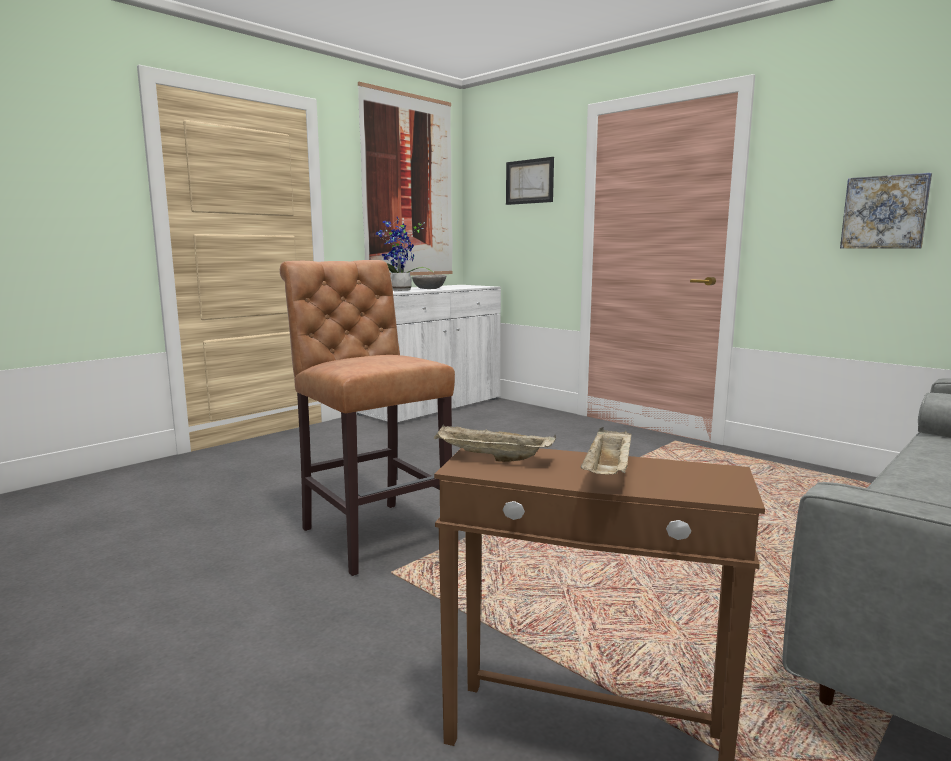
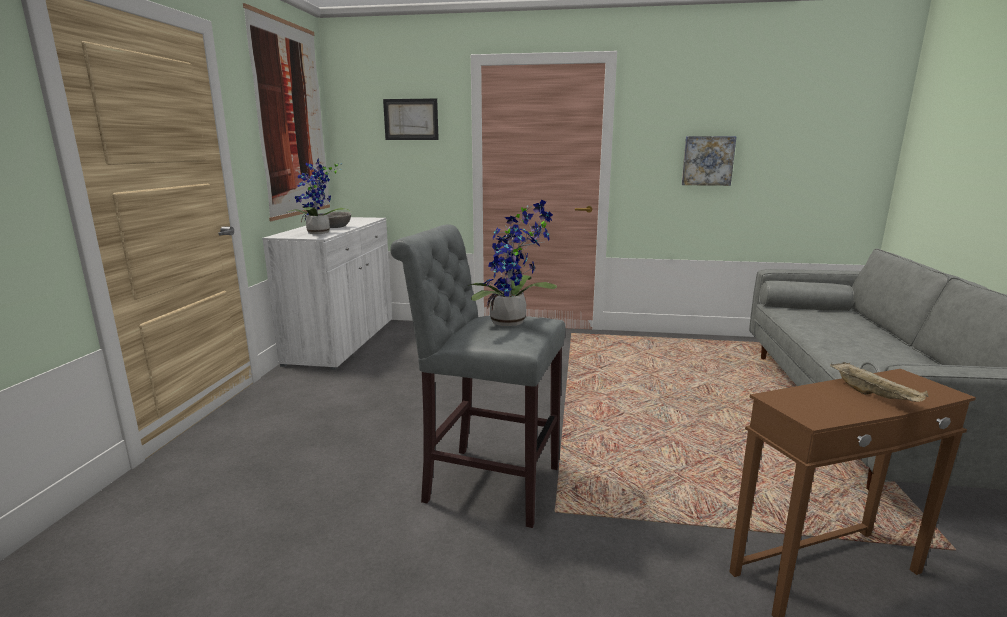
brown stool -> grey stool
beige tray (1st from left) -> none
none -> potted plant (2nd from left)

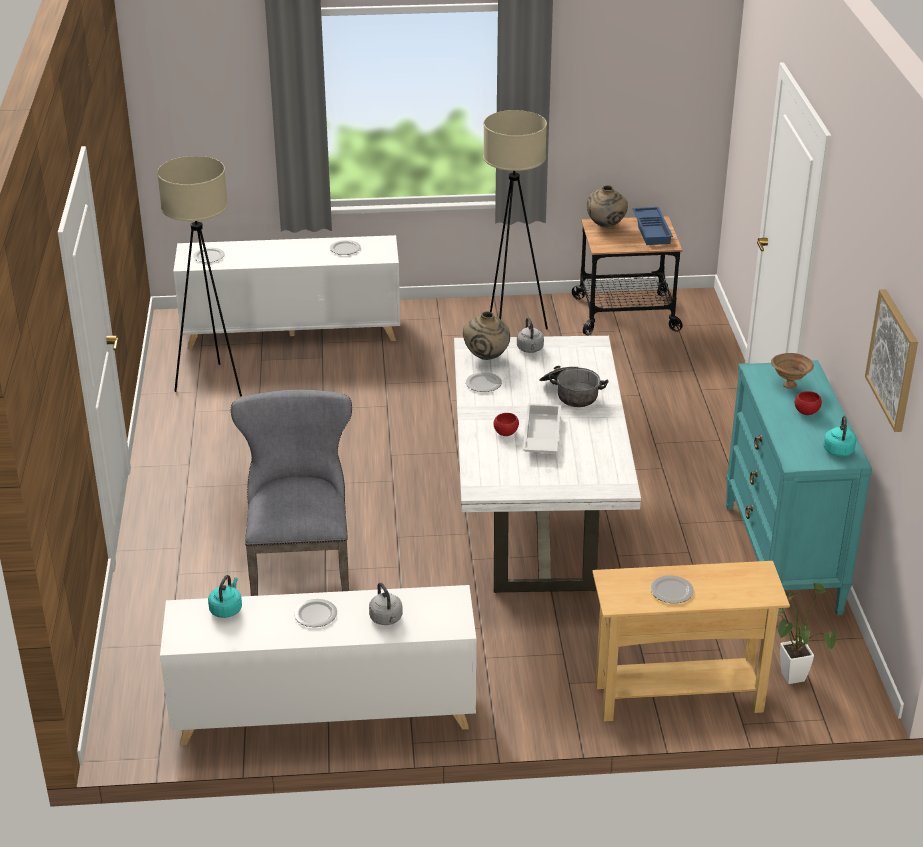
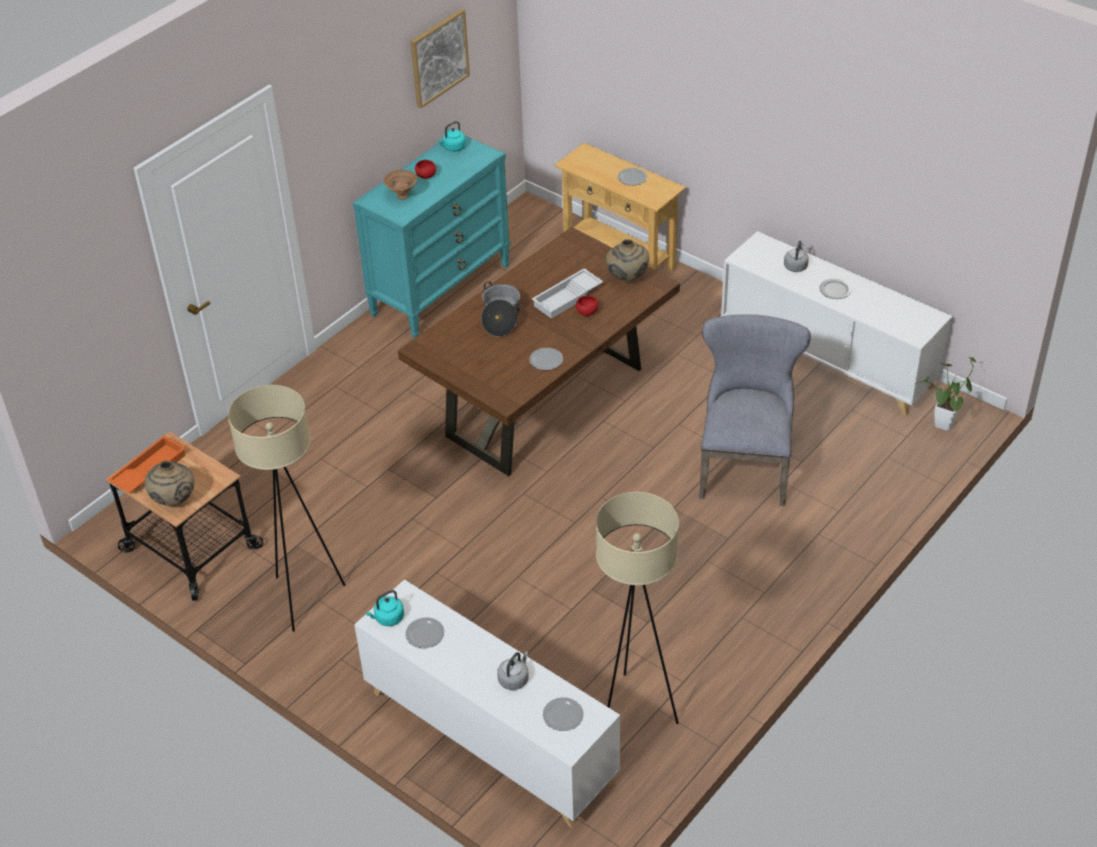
turquoise kettle (1st from left), moved
grey chair, 150 degrees clockwise
white dining table -> brown dining table
beige vase (1st from left in the first image) -> beige vase (2nd from left), moved
grey kettle (2nd from left in the first image) -> grey kettle (1st from left), moved
blue tray -> orange tray
potted plant, moved

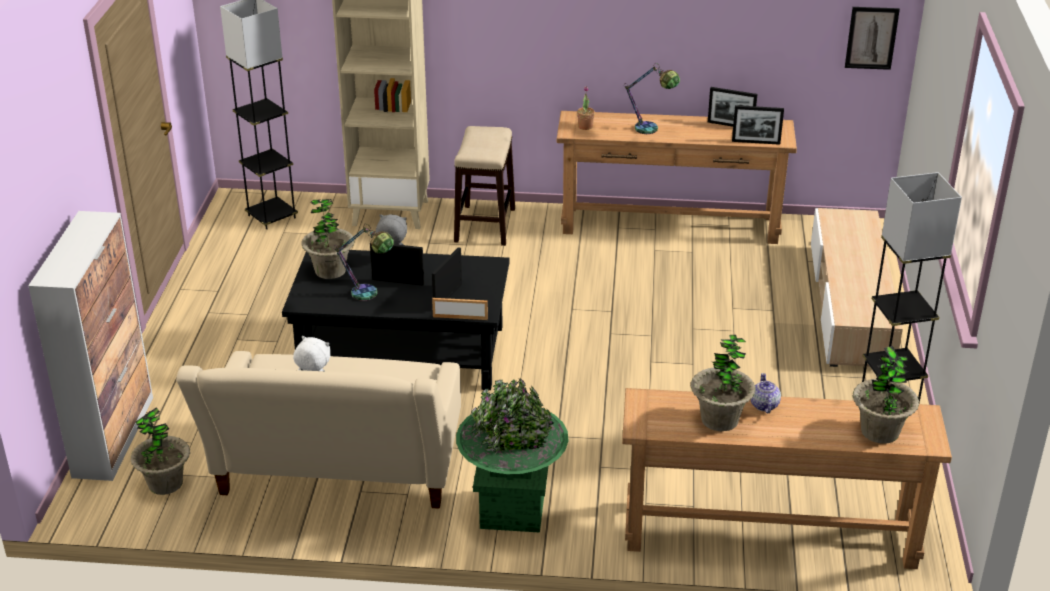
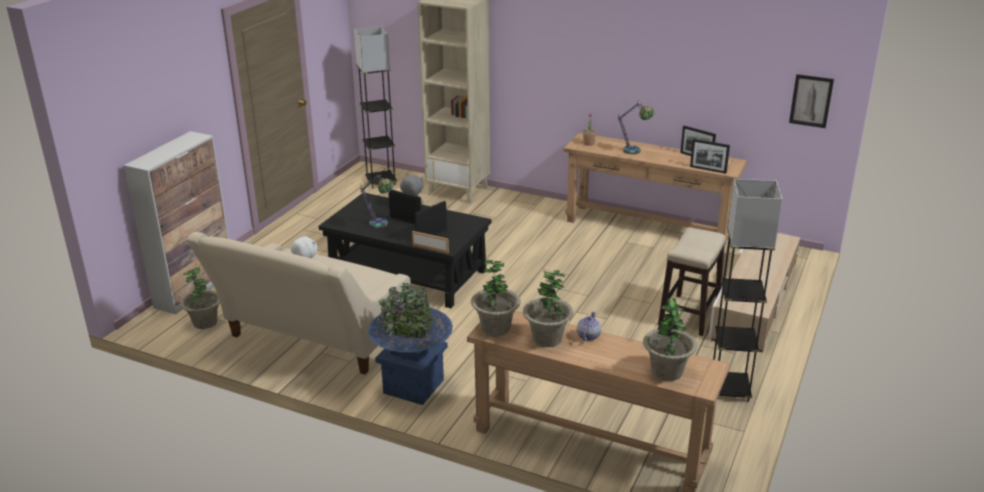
potted plant (2nd from left), moved
stool, moved
green planter -> blue planter

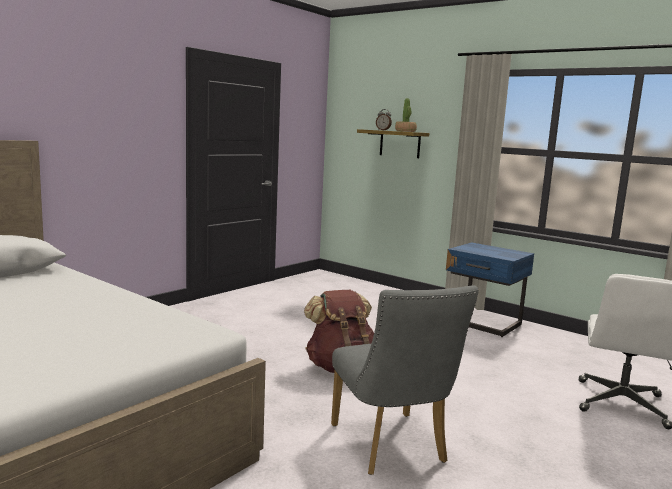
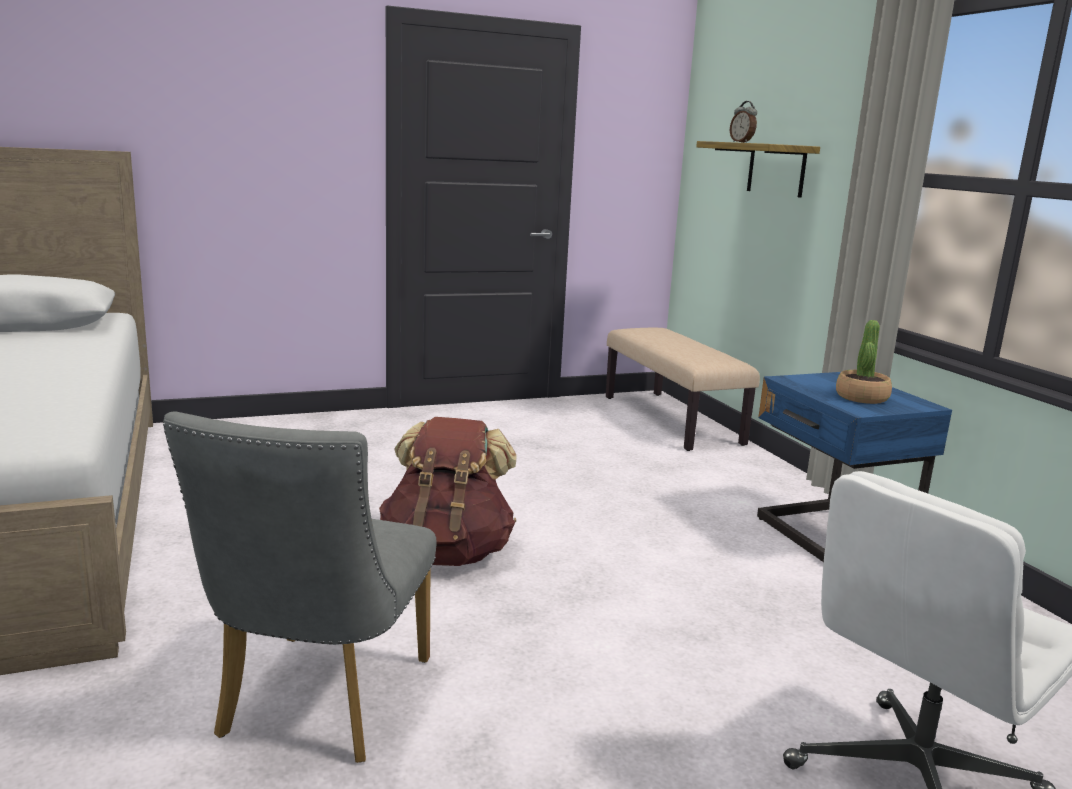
potted plant, moved
none -> beige bench

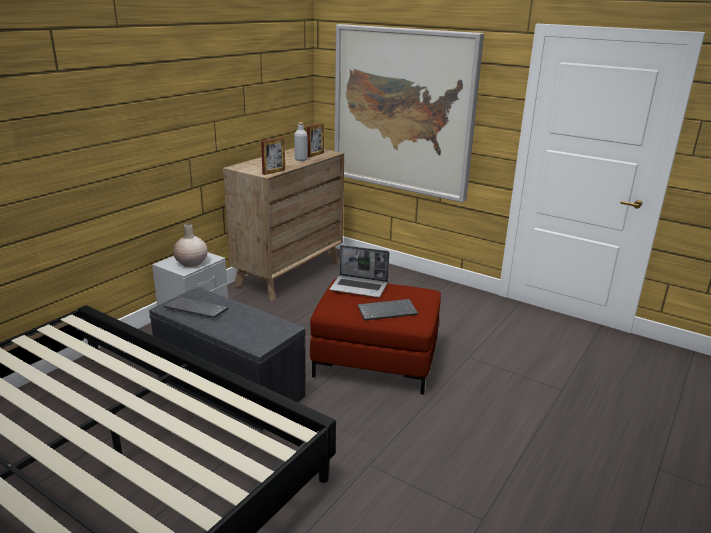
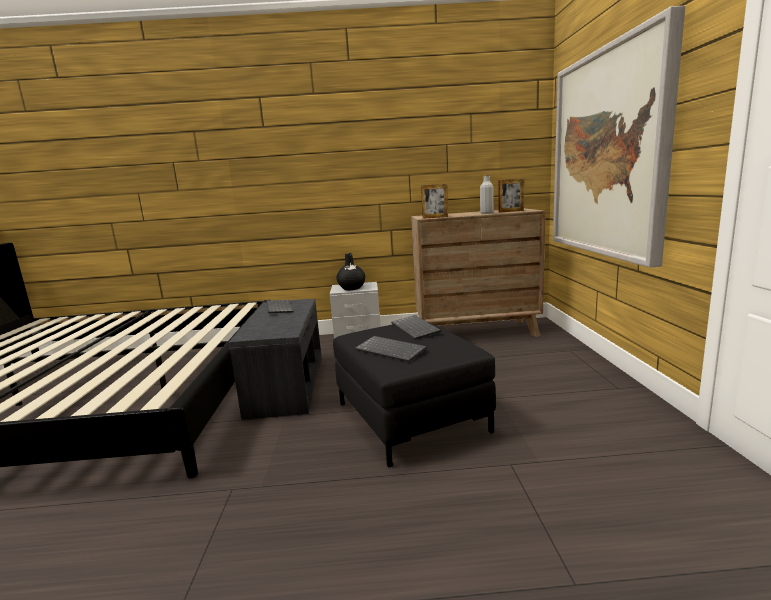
beige vase -> black vase
red ottoman -> black ottoman
laptop -> keyboard (3rd from left)

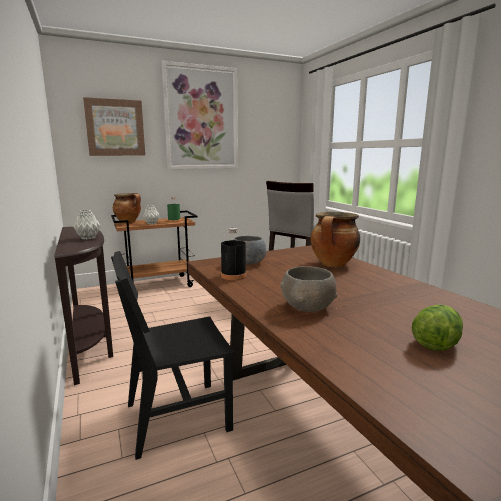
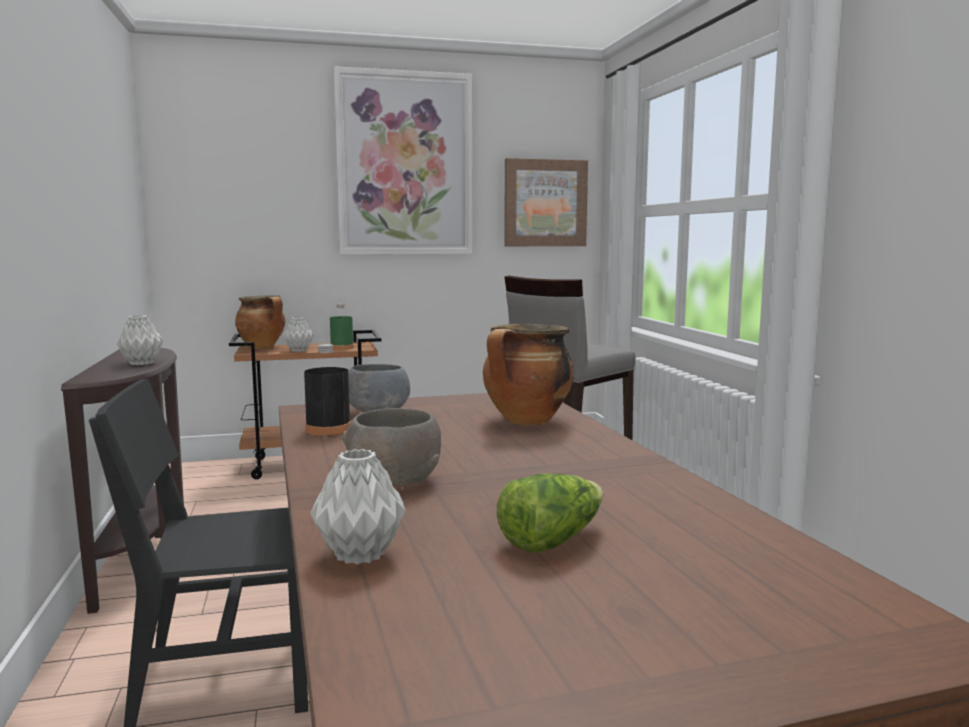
picture (1st from left in the first image) -> picture (2nd from left), moved
none -> grey vase (3rd from left)

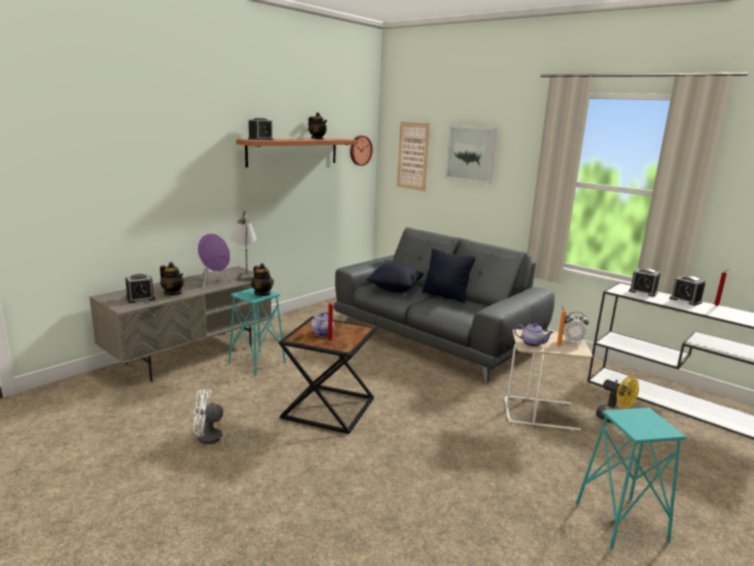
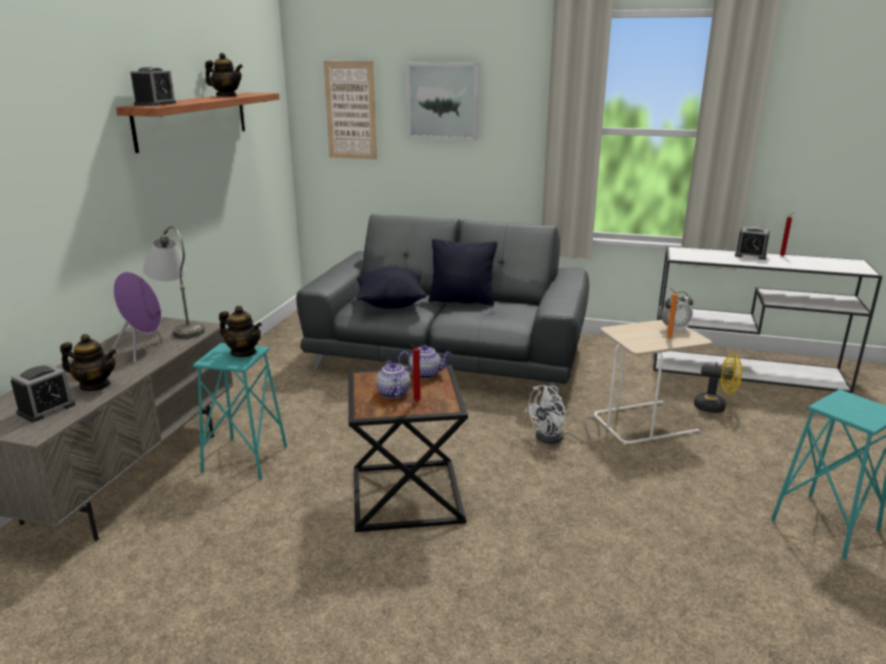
white fan, moved
wall clock -> none
teapot (5th from left), moved
alarm clock (4th from left) -> none

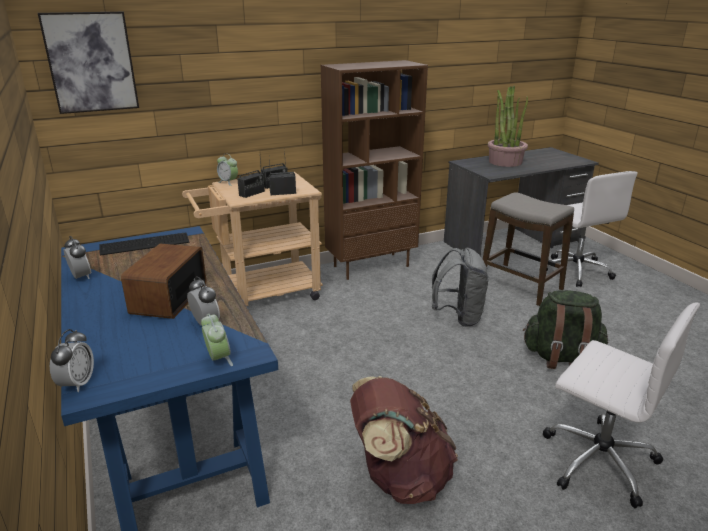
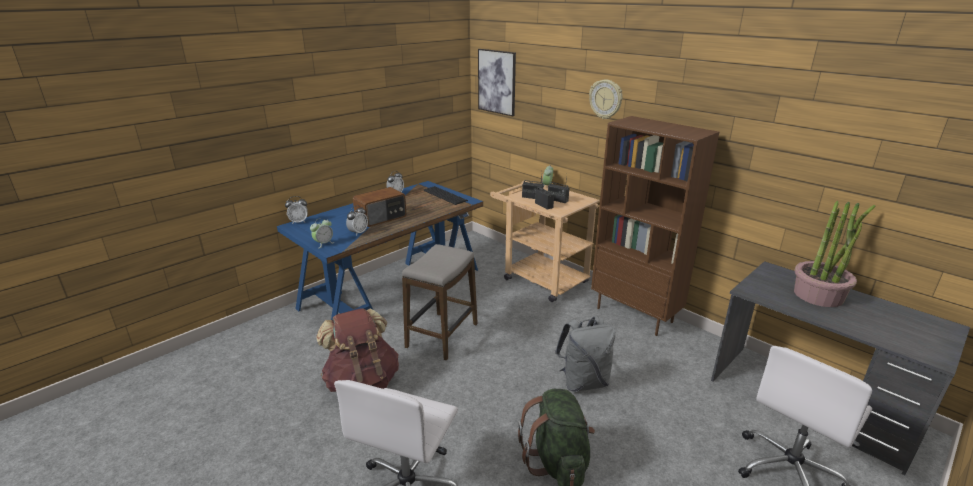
radio (1st from left), 150 degrees clockwise
stool, moved
none -> wall clock

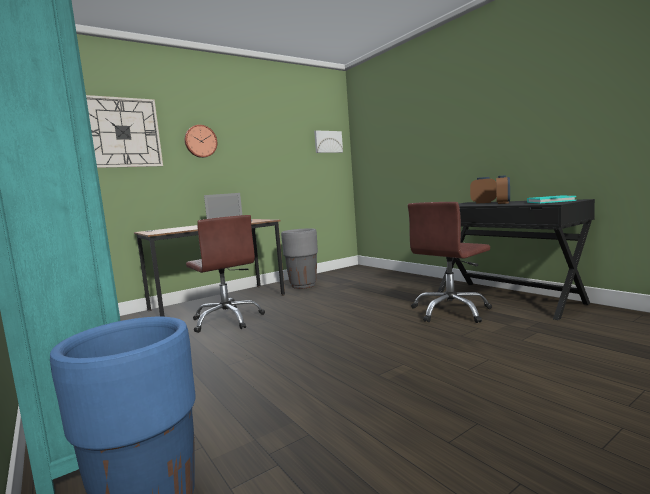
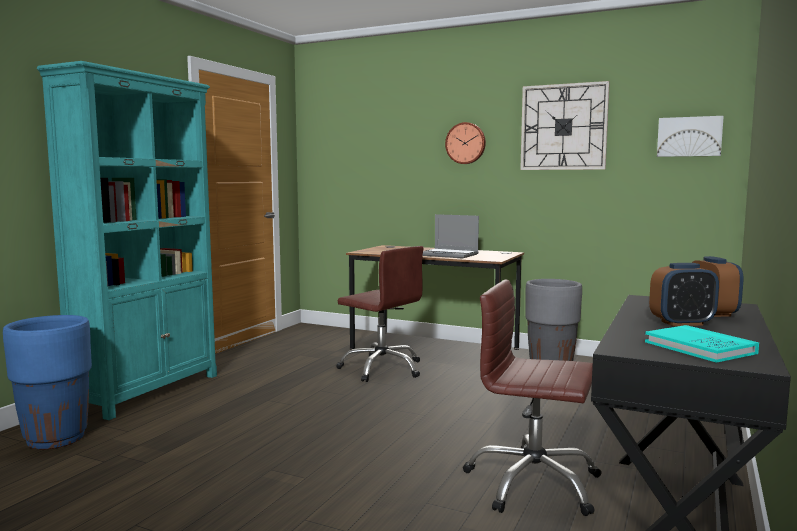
wall clock (1st from left in the first image) -> wall clock (2nd from left), moved
brown office chair (1st from left), 75 degrees counterclockwise

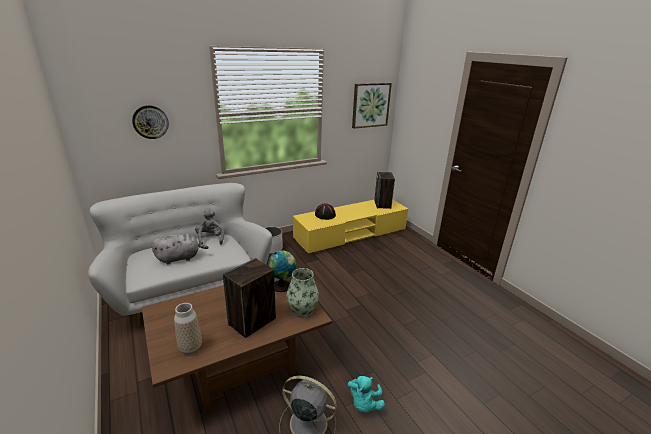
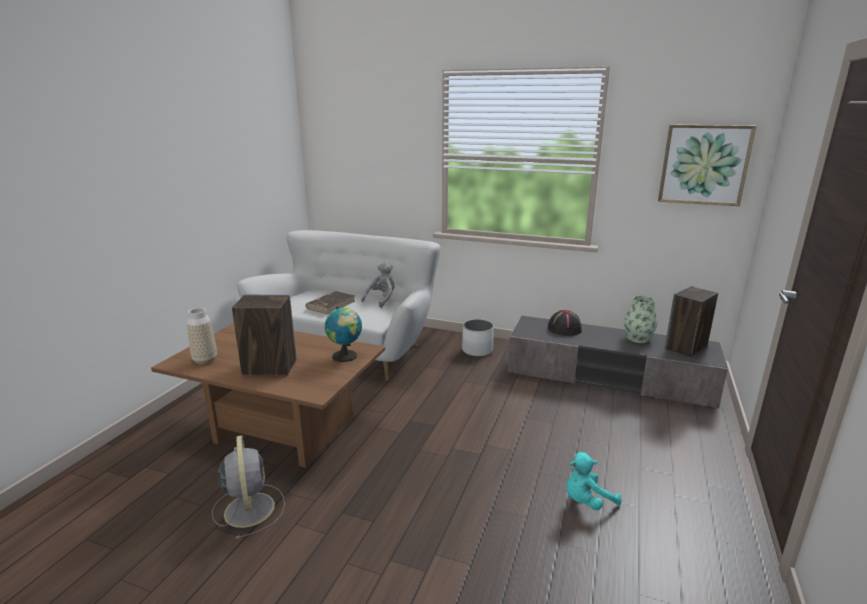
wall clock -> none
grey plush toy (1st from left) -> brown book
vase (2nd from left), moved
yellow tv stand -> grey tv stand
turquoise plush toy, moved

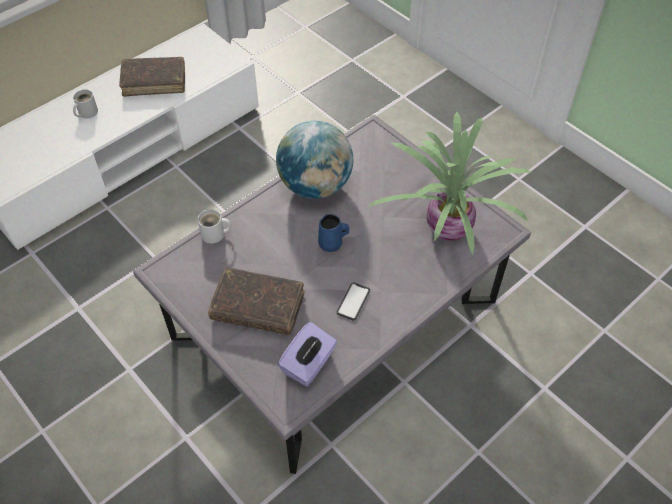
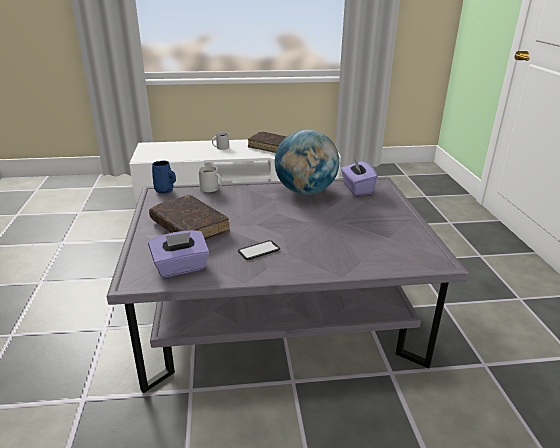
blue mug, moved
potted plant -> none
none -> purple tissue box (2nd from left)

